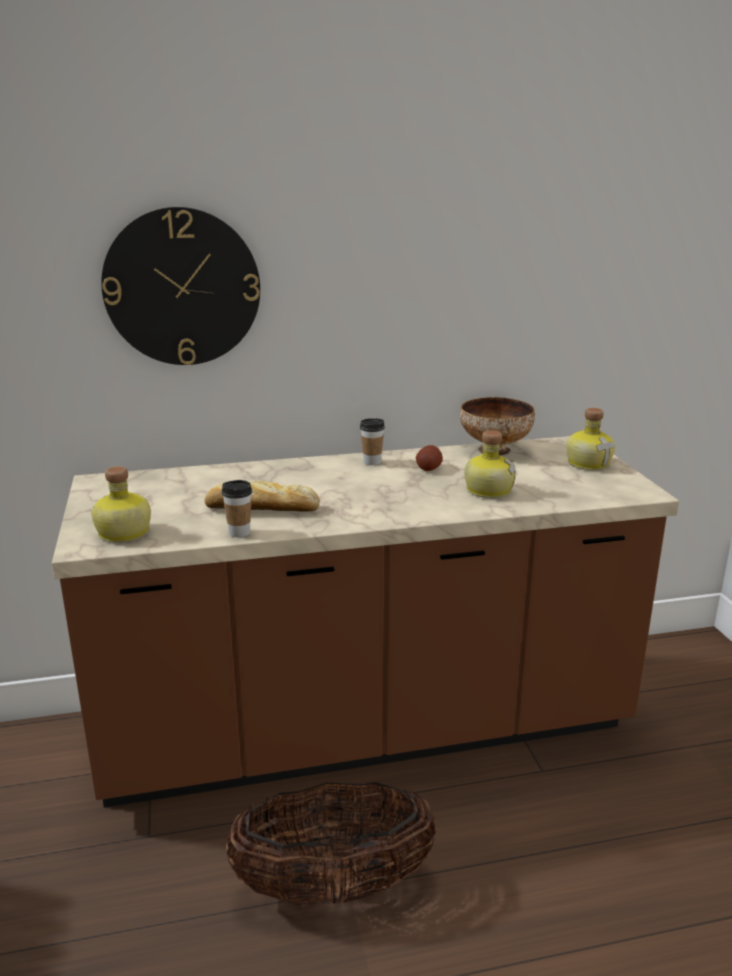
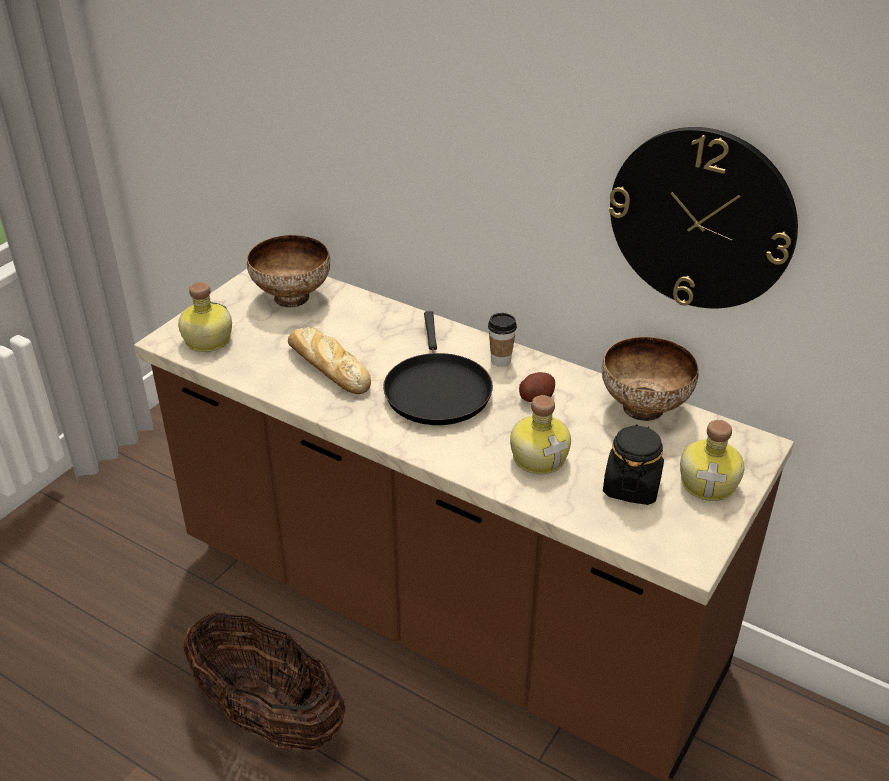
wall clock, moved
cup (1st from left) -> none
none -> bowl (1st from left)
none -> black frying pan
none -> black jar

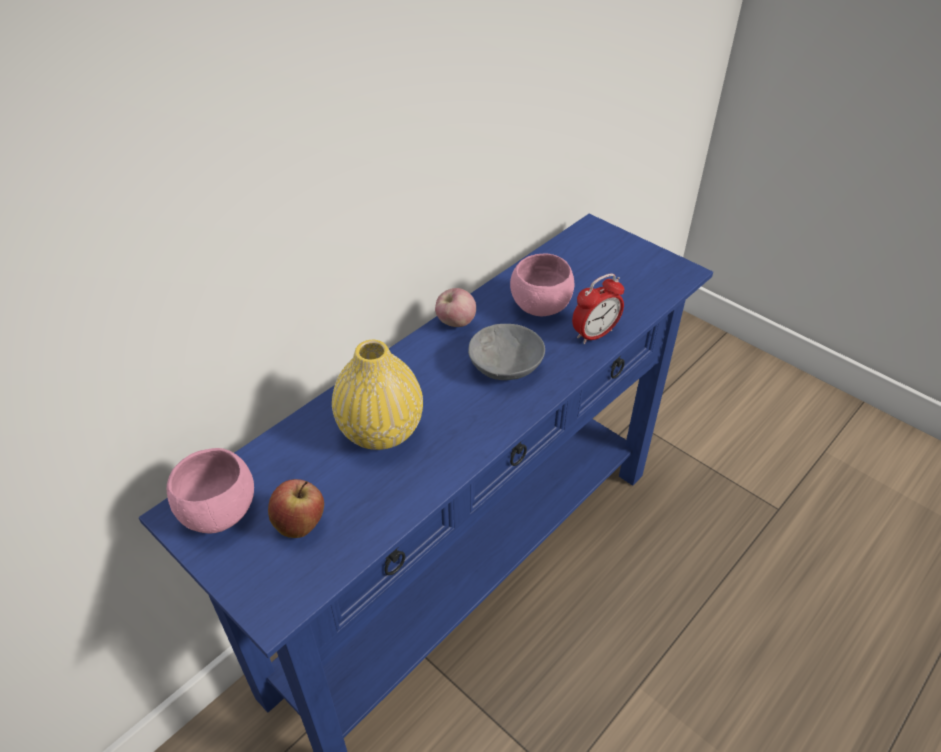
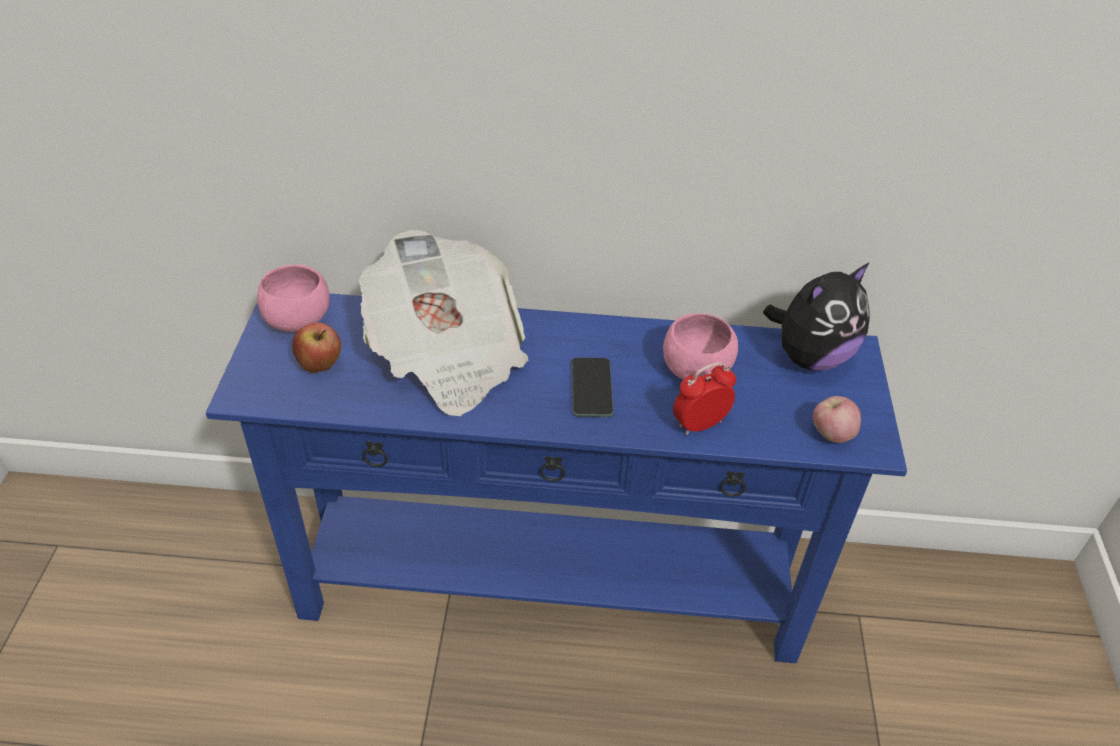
yellow vase -> newspaper
apple (2nd from left), moved
grey bowl -> phone
alarm clock, 135 degrees clockwise
none -> plush toy

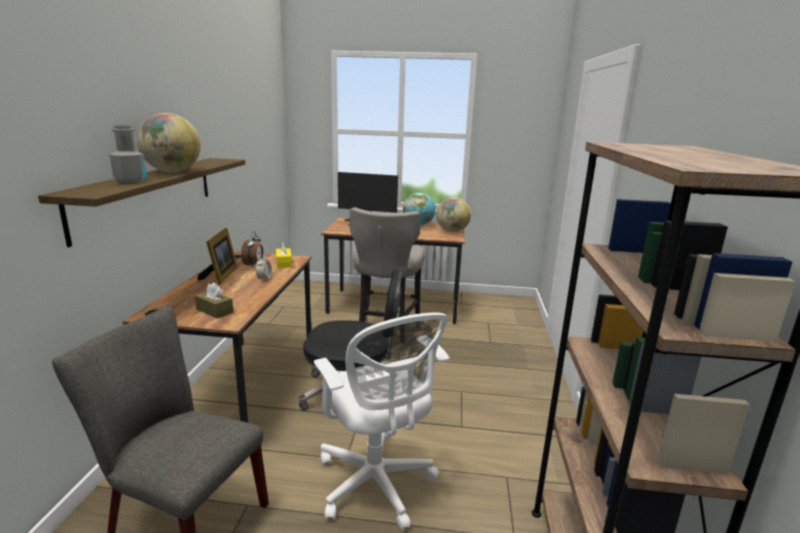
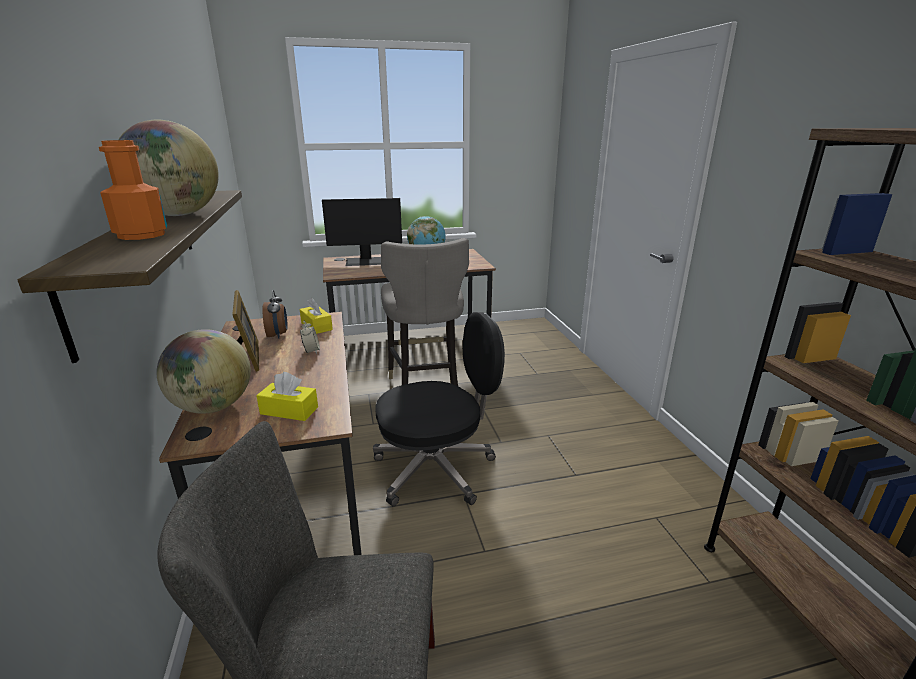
grey bottle -> orange bottle
brown tissue box -> yellow tissue box (1st from left)
white office chair -> none
globe (3rd from left in the first image) -> globe (2nd from left), moved

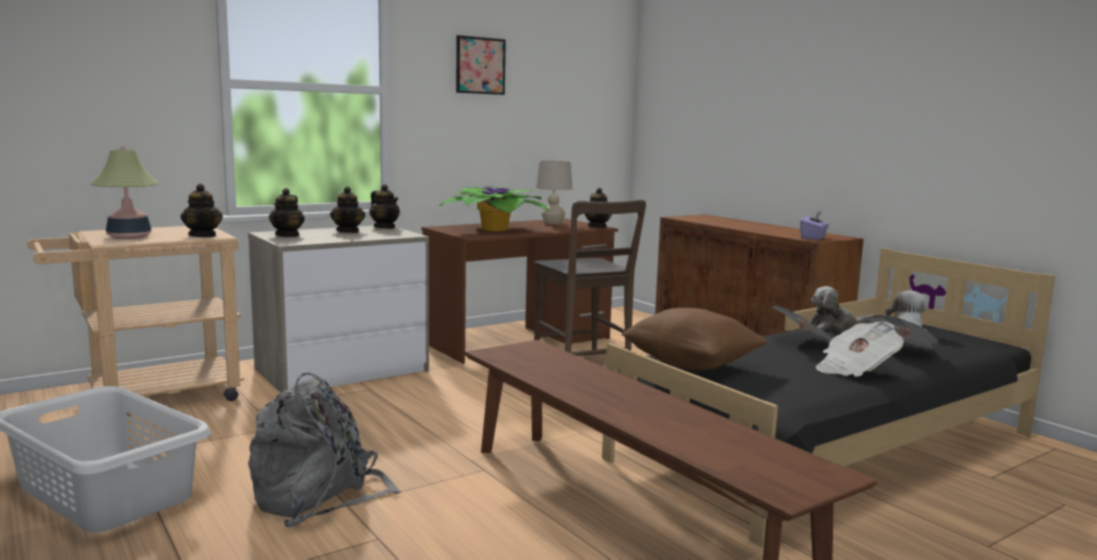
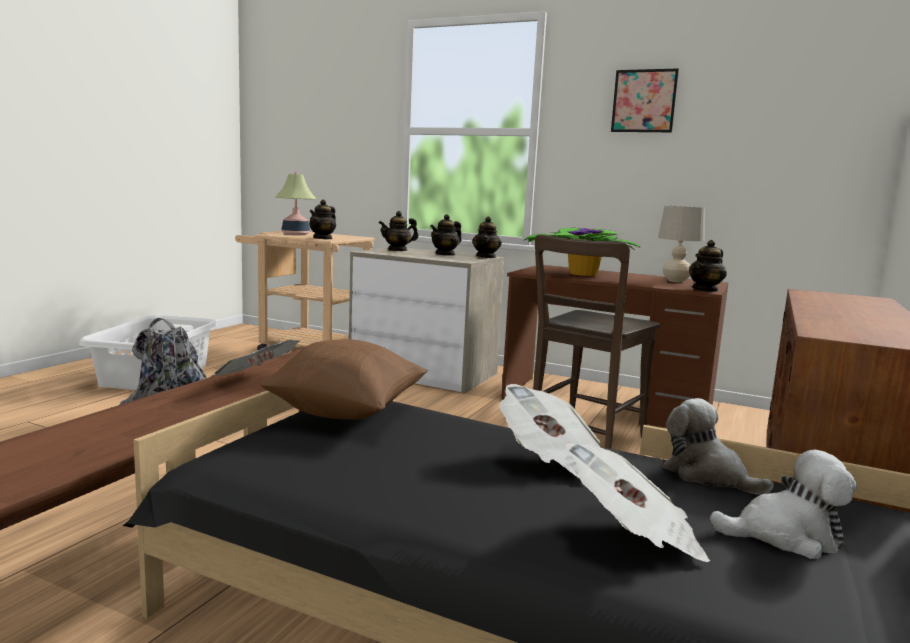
purple tissue box -> none
newspaper (2nd from left in the first image) -> newspaper (1st from left), moved

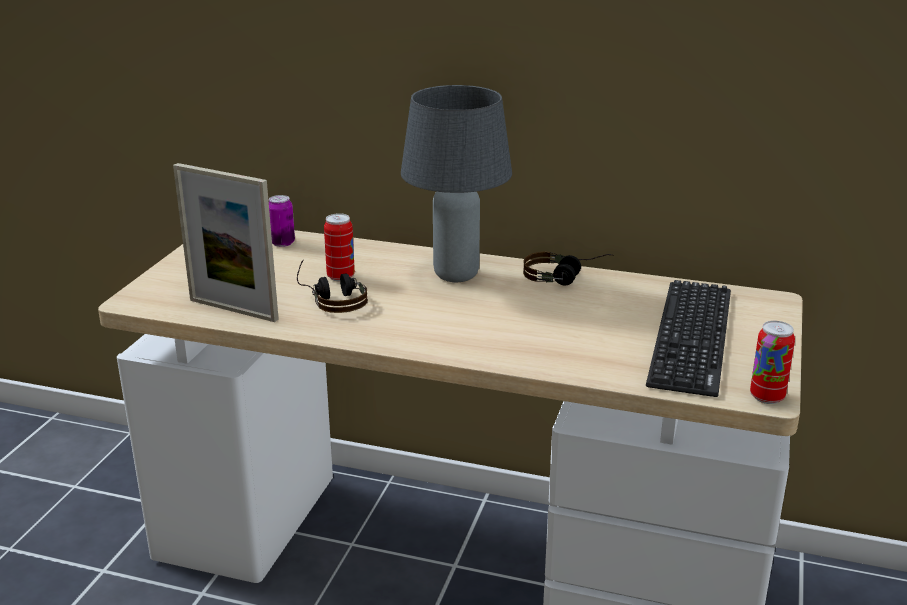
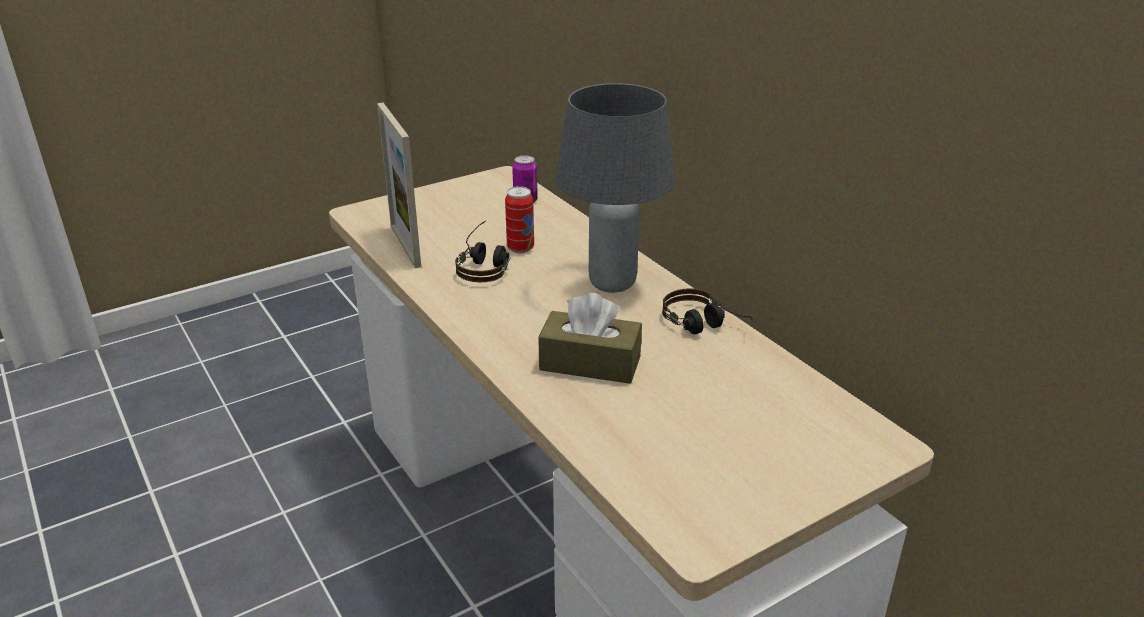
keyboard -> none
can (3rd from left) -> none
none -> brown tissue box

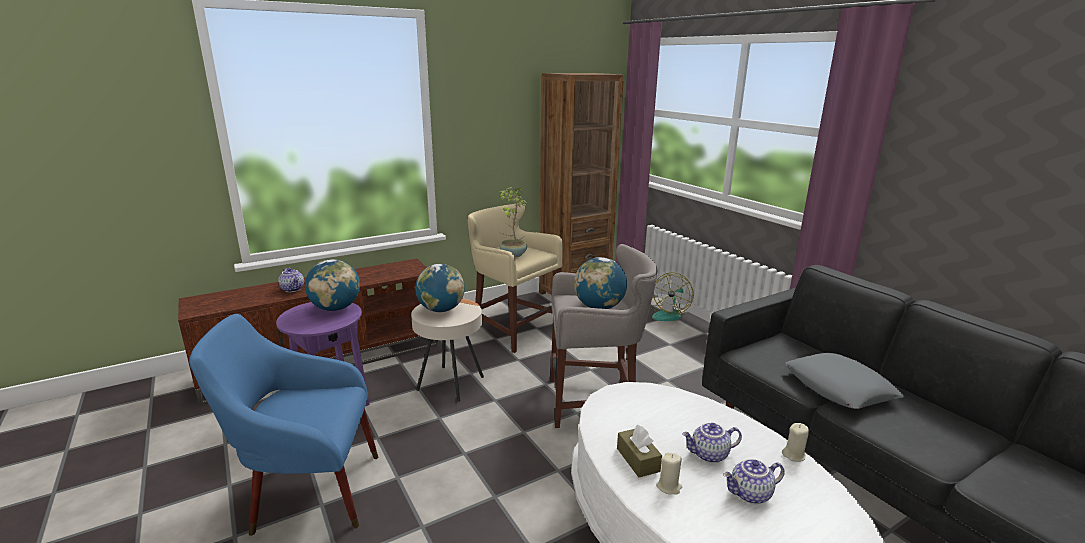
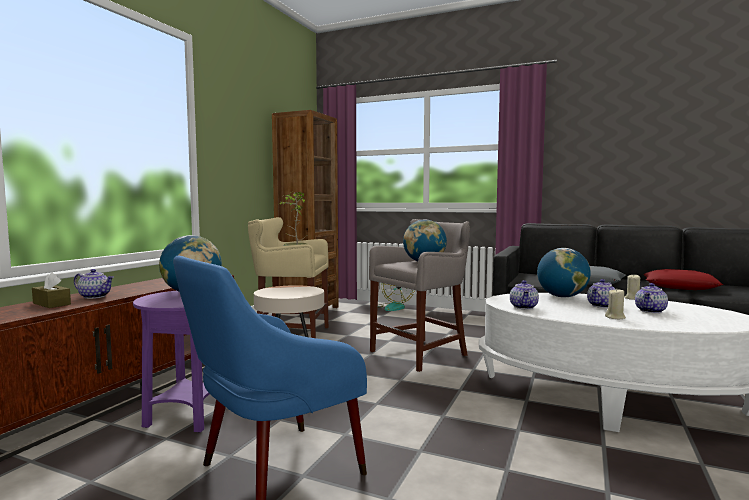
globe (2nd from left in the first image) -> globe (3rd from left), moved
brown tissue box, moved
none -> teapot (2nd from left)
none -> red pillow

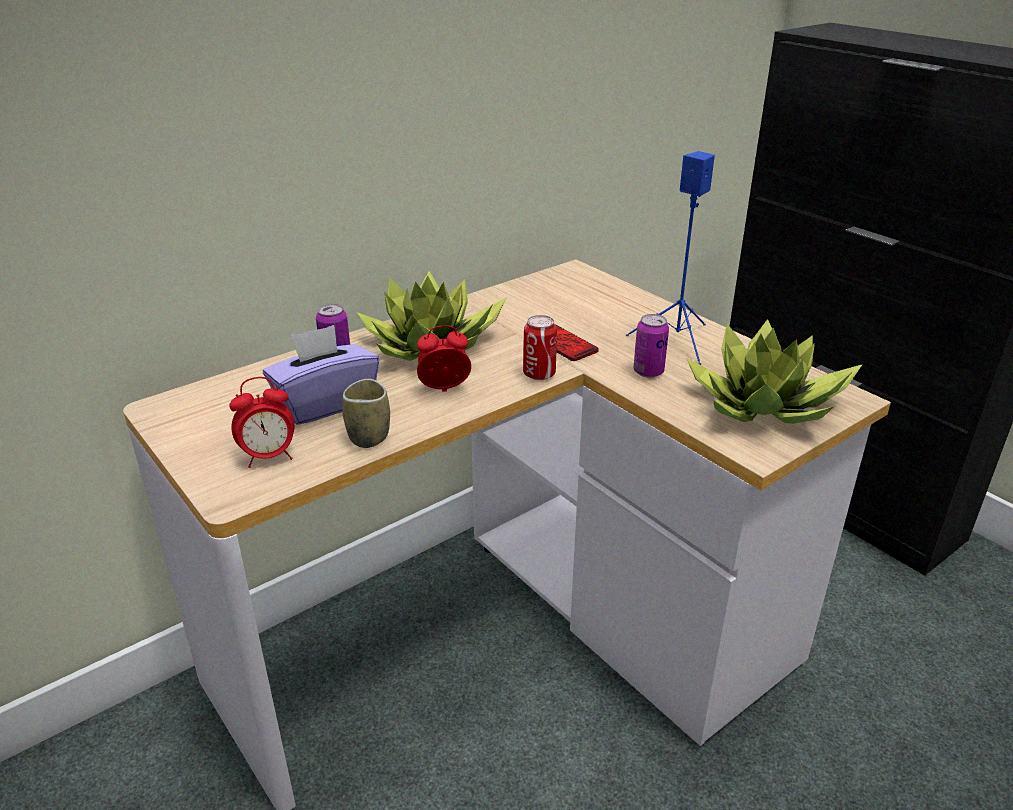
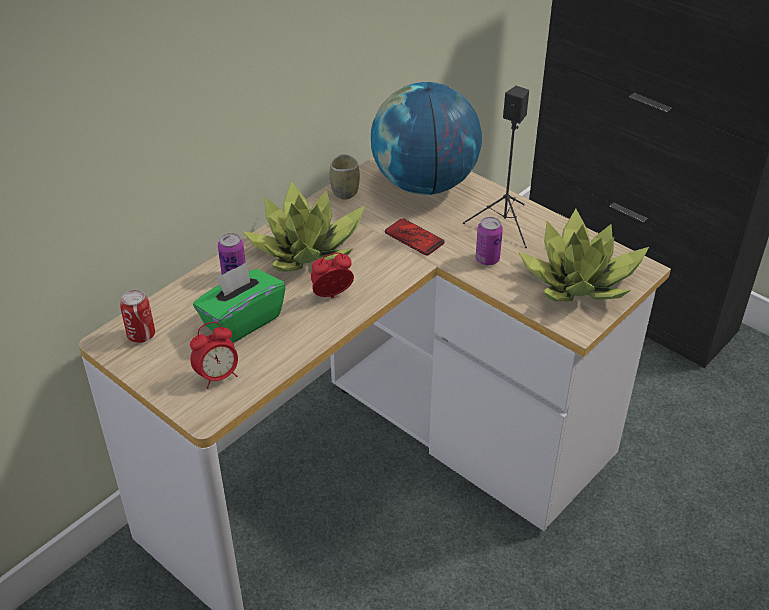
purple tissue box -> green tissue box
cup, moved
can (2nd from left in the first image) -> can (1st from left), moved
blue speaker -> black speaker
none -> globe

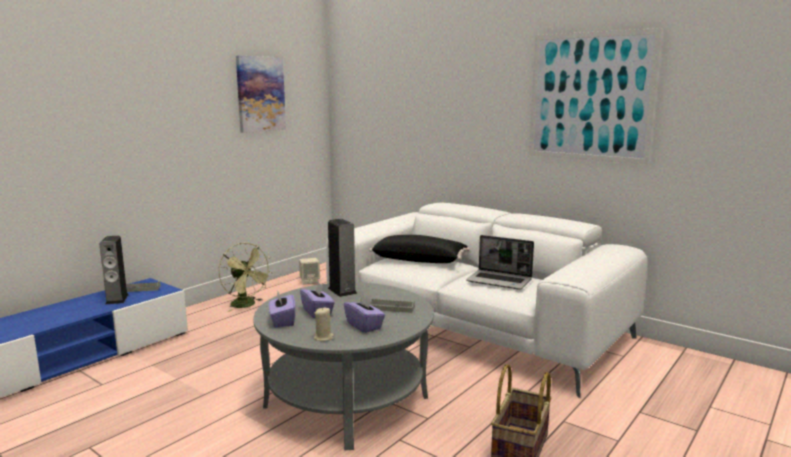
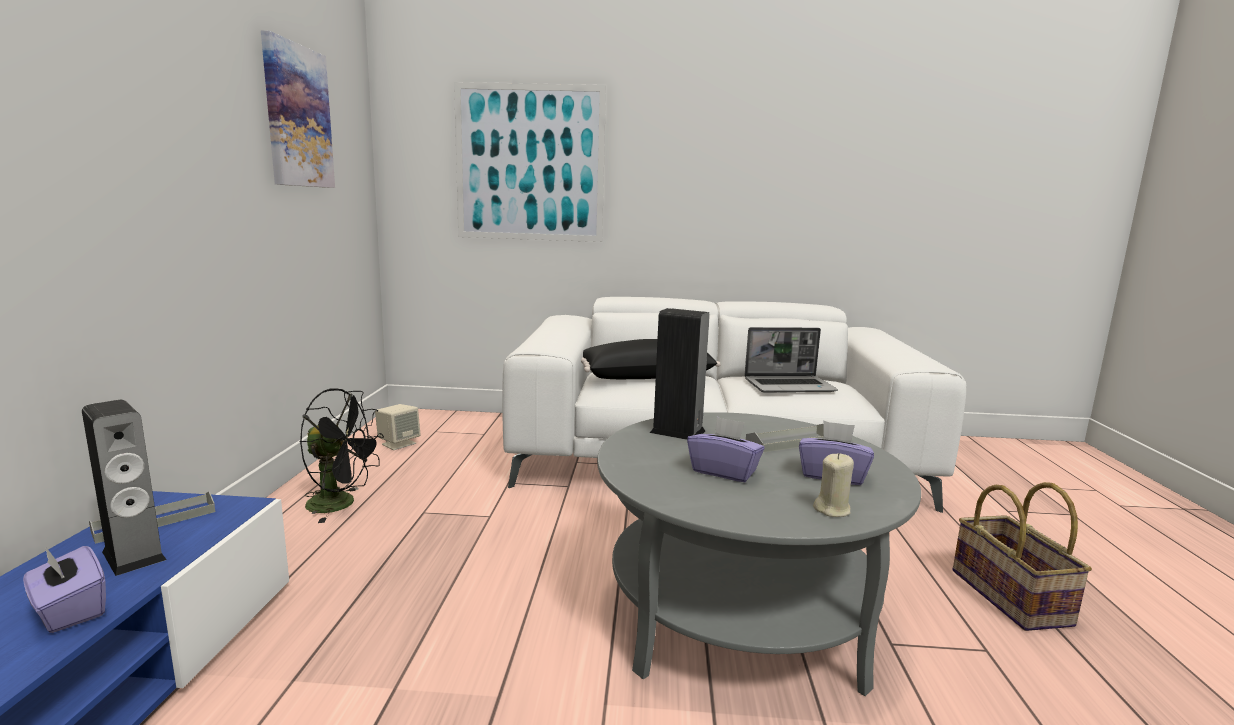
green fan -> black fan
purple tissue box (1st from left), moved
picture (2nd from left), moved

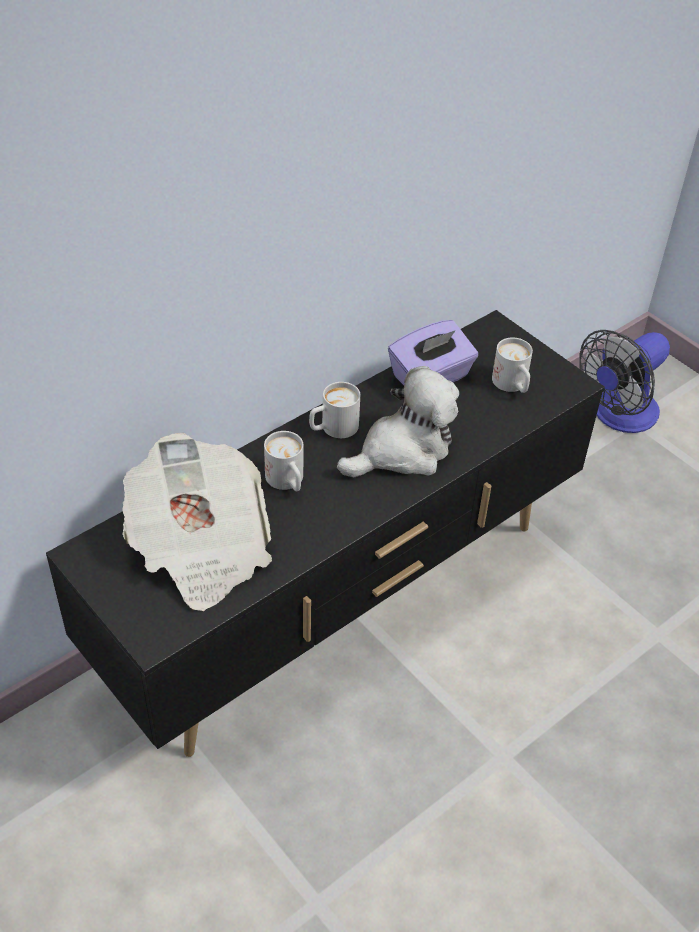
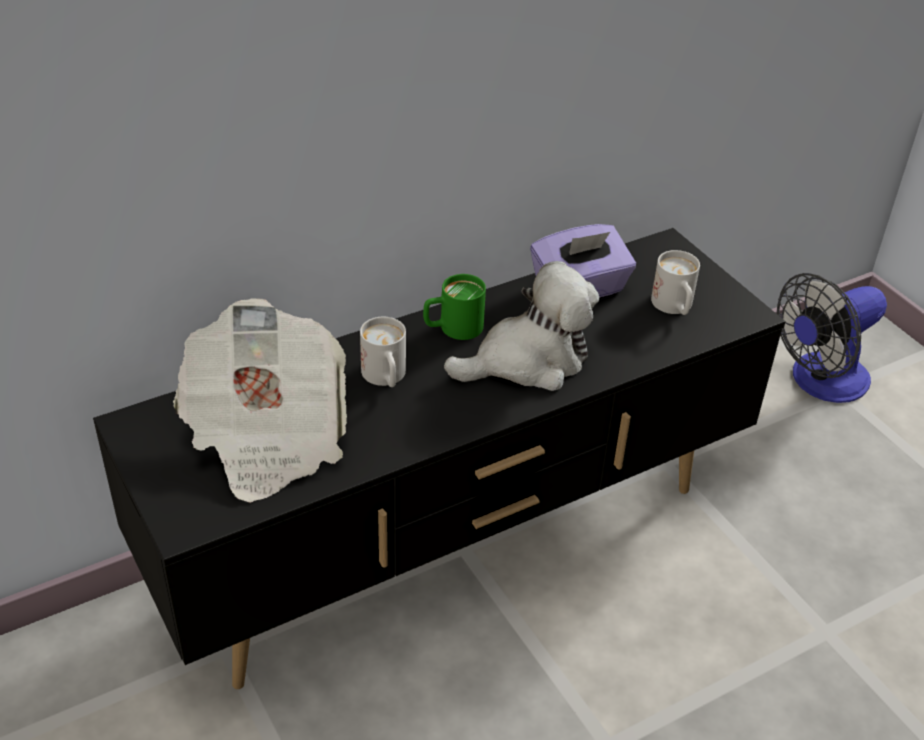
white mug (2nd from left) -> green mug

